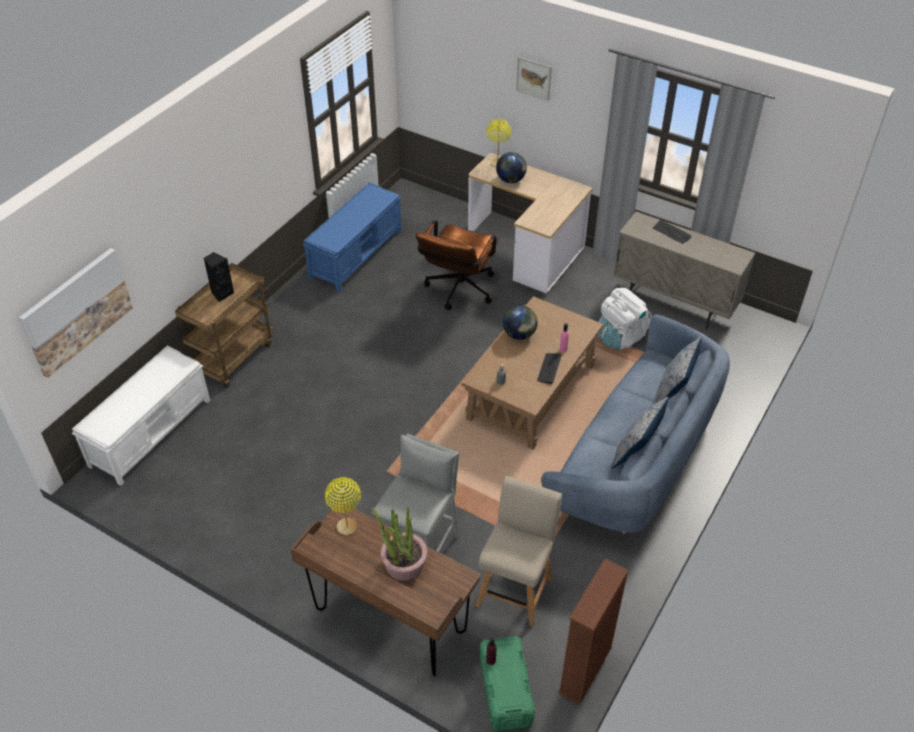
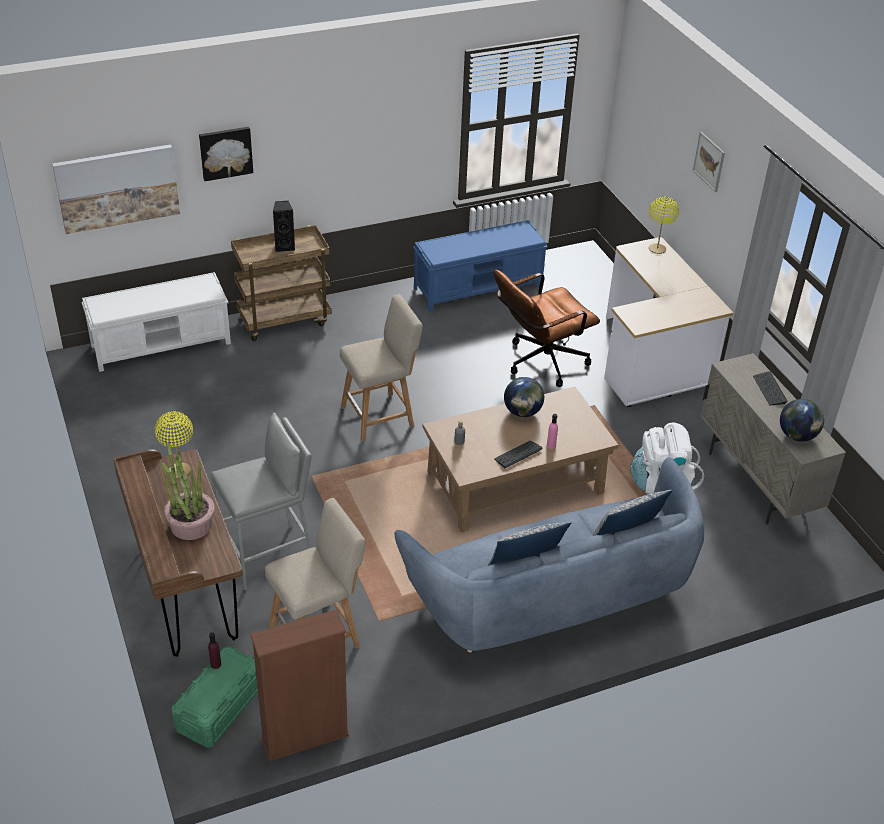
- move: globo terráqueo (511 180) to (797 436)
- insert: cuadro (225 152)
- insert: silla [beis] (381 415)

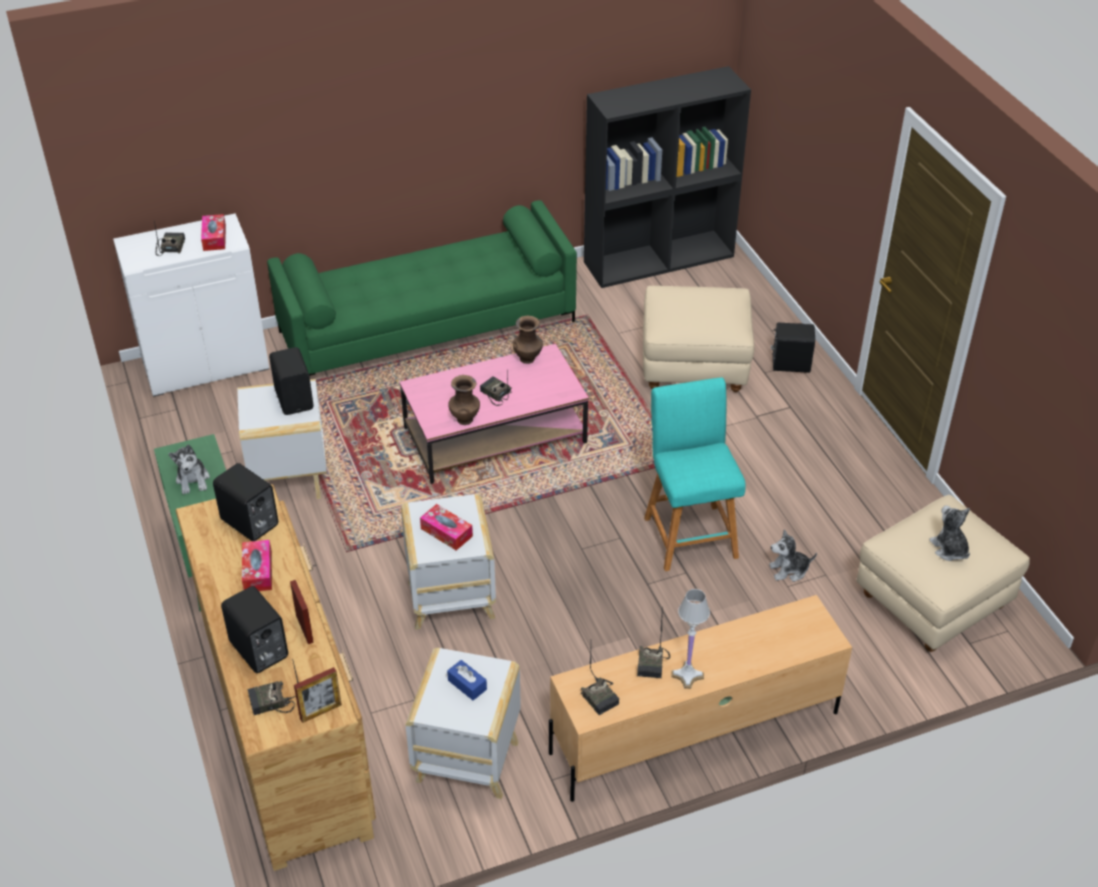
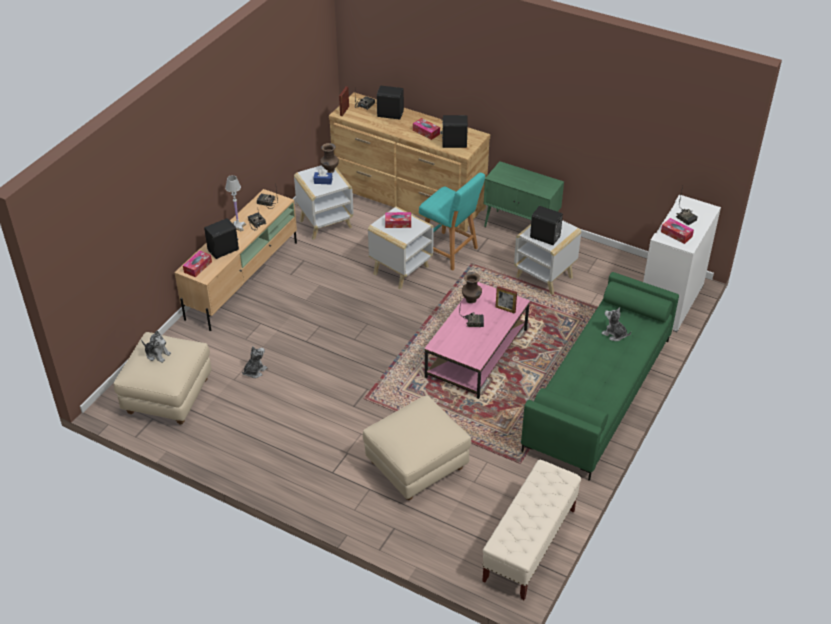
- replace: estantería [negro] (659 258) to banco [beis] (529 545)
- move: florero [marrón] (528 358) to (330 170)
- move: altavoz [negro] (790 364) to (224 250)
- move: taburete [turquesa] (689 534) to (450 252)
- move: peluche (193 480) to (614 334)
- move: portarretratos (304 629) to (505 309)
- insert: caja de pañuelos (198 267)

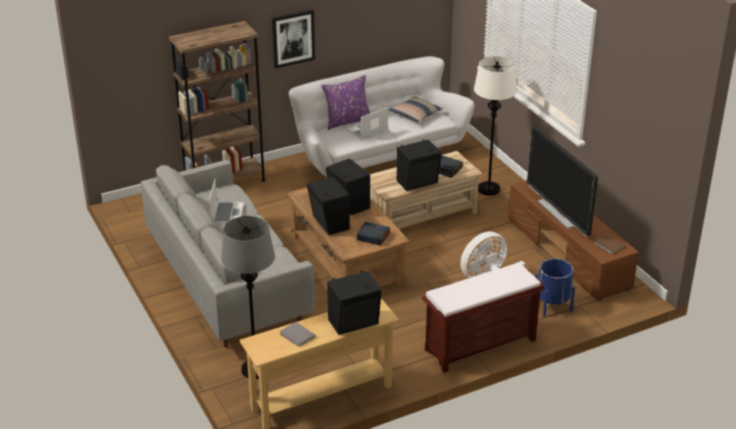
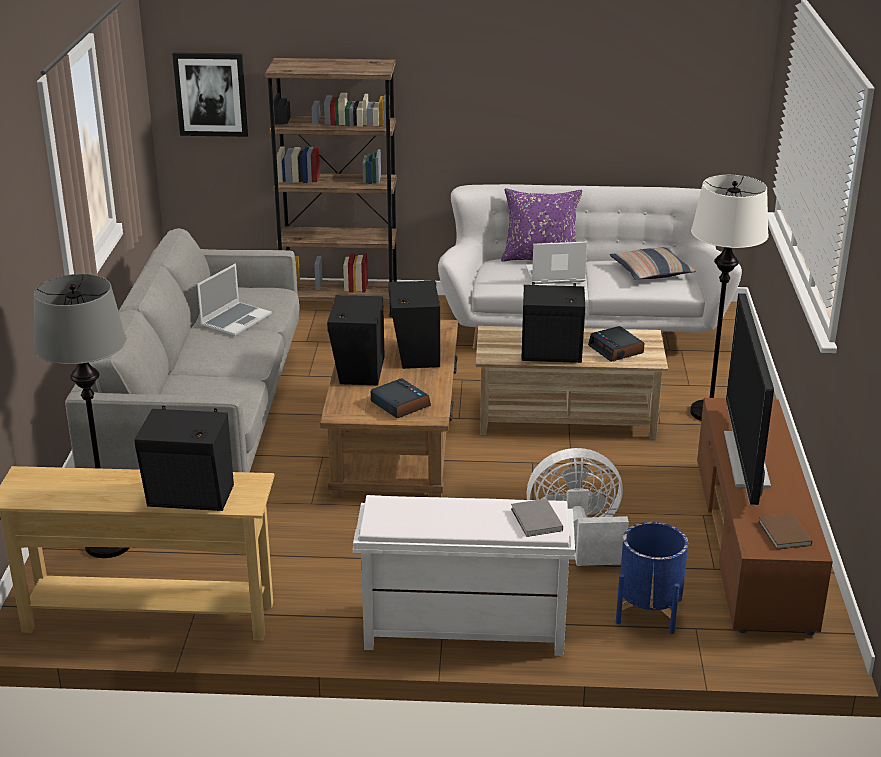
- move: cuadro (293 38) to (211 94)
- recolor: banco [marrón] (479 346) to banco [blanco] (462 630)
- move: libro [gris] (297 336) to (536 521)

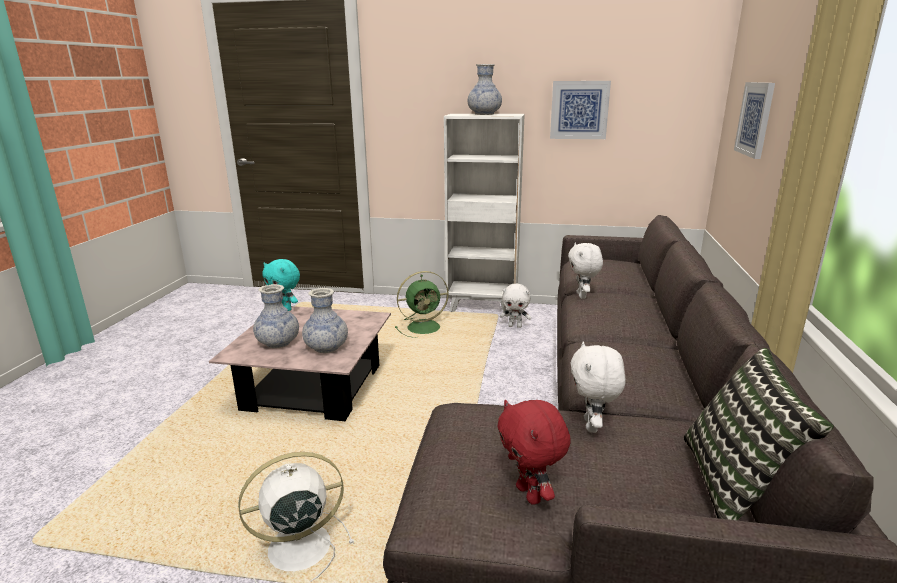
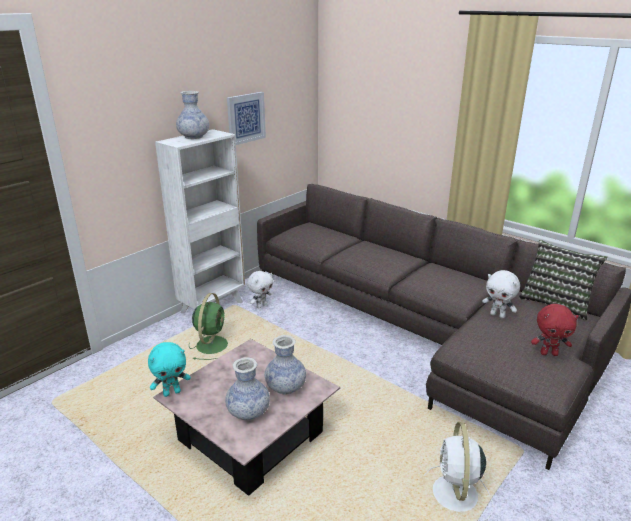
- delete: cuadro (755 119)
- delete: peluche [blanco] (582 296)

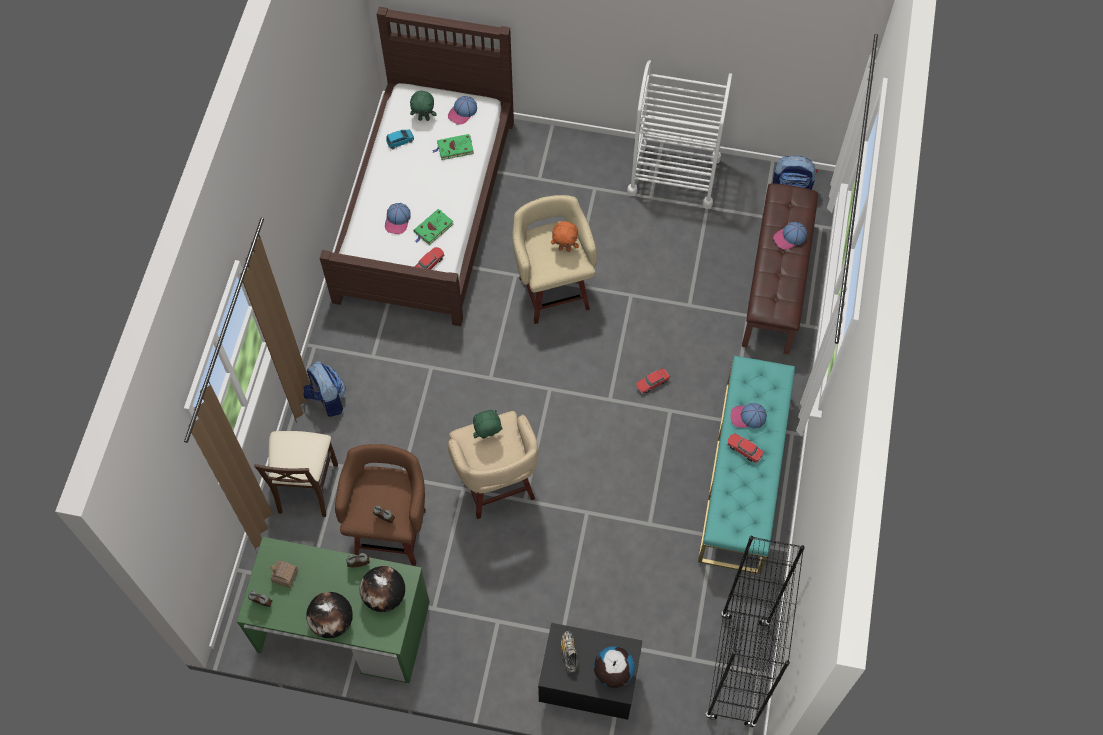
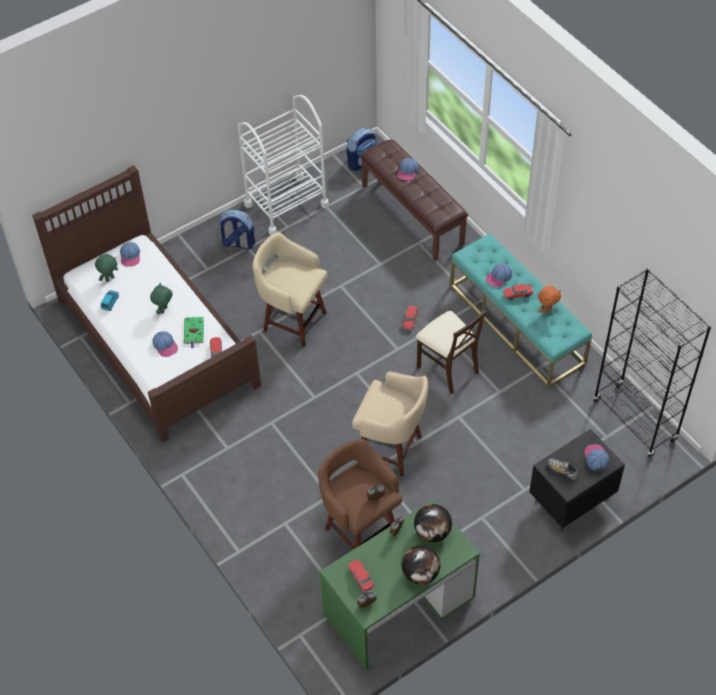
- delete: libro [verde] (454 148)
- move: peluche [naranja] (565 248) to (547 310)
- move: mochila (327 399) to (238 243)
- move: peluche [verde] (488 436) to (164 310)
- move: silla [beis] (306 486) to (447 368)
- replace: casita (285 576) to coche de juguete (361 578)
- replace: globo terráqueo (613 672) to gorra (596 458)

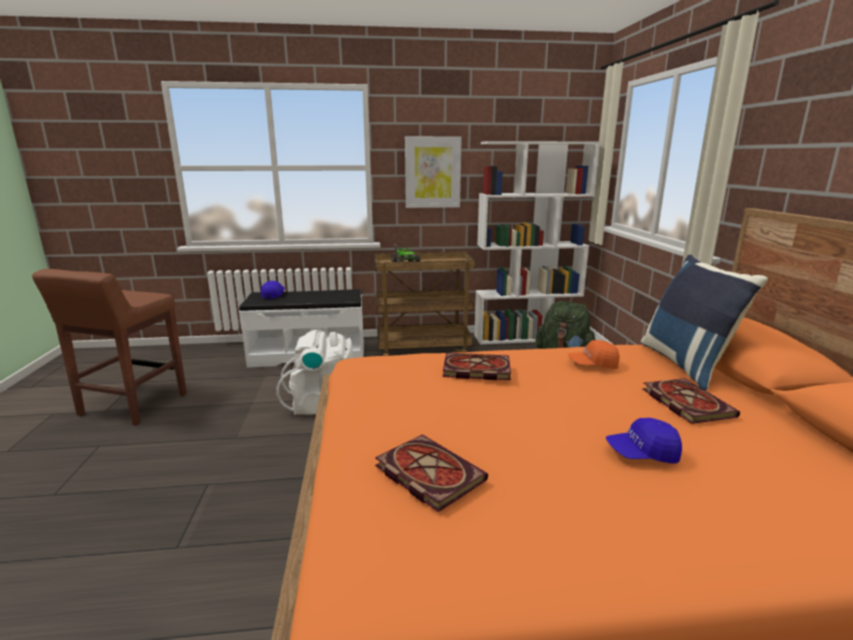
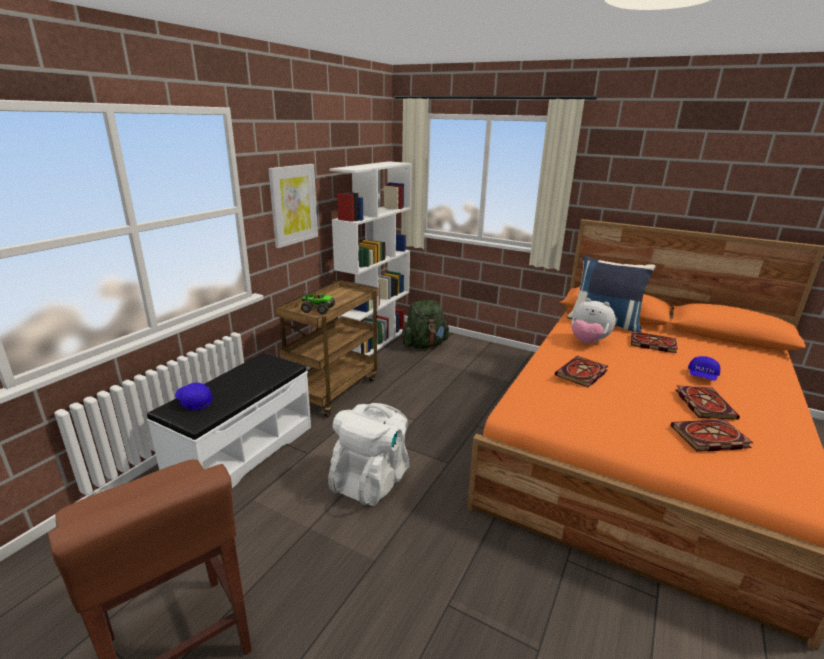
- replace: gorra [naranja] (592 365) to peluche (588 342)
- insert: libro (702 403)

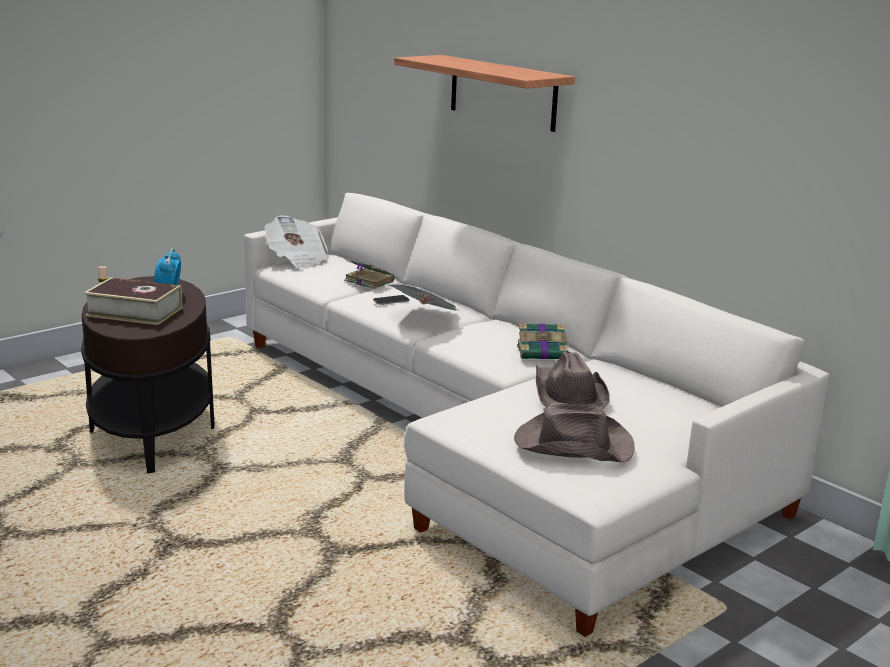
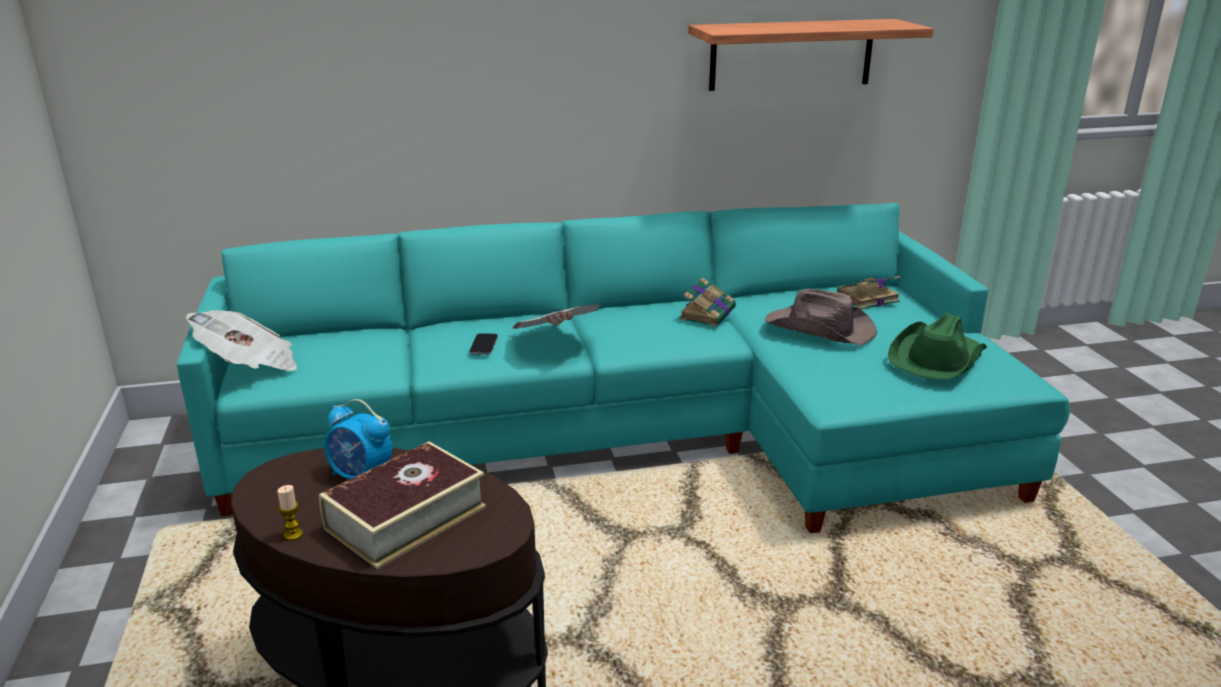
- move: estante (502 92) to (791 54)
- recolor: sofá [blanco] (492 439) to sofá [turquesa] (643 432)
- move: libro (368 281) to (866 299)
- recolor: sombrero [marrón] (572 444) to sombrero [verde] (936 357)

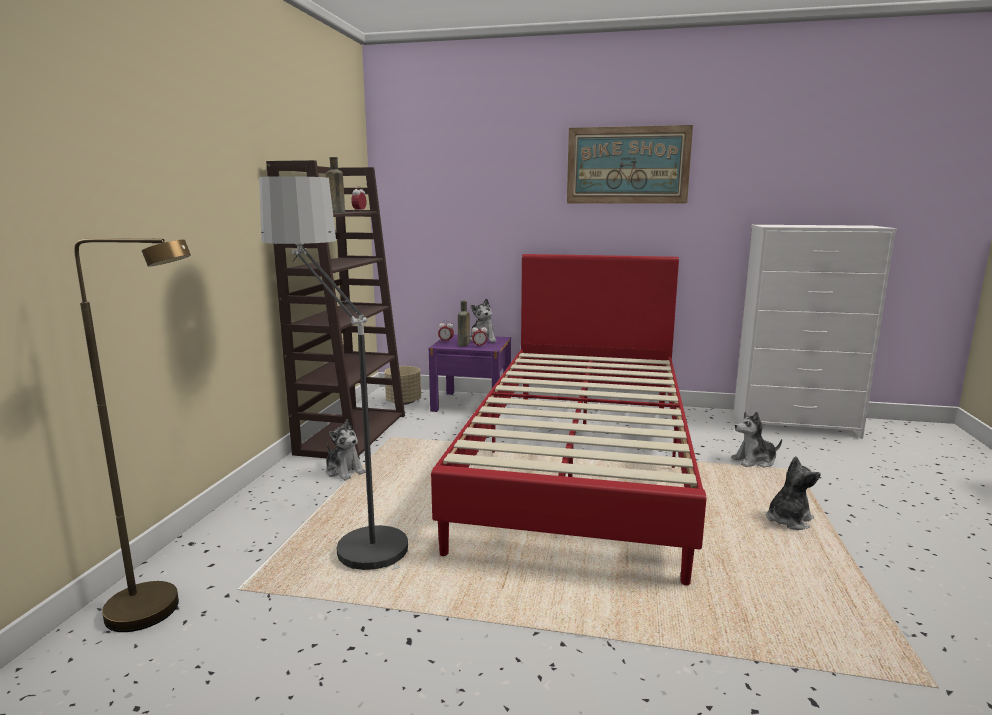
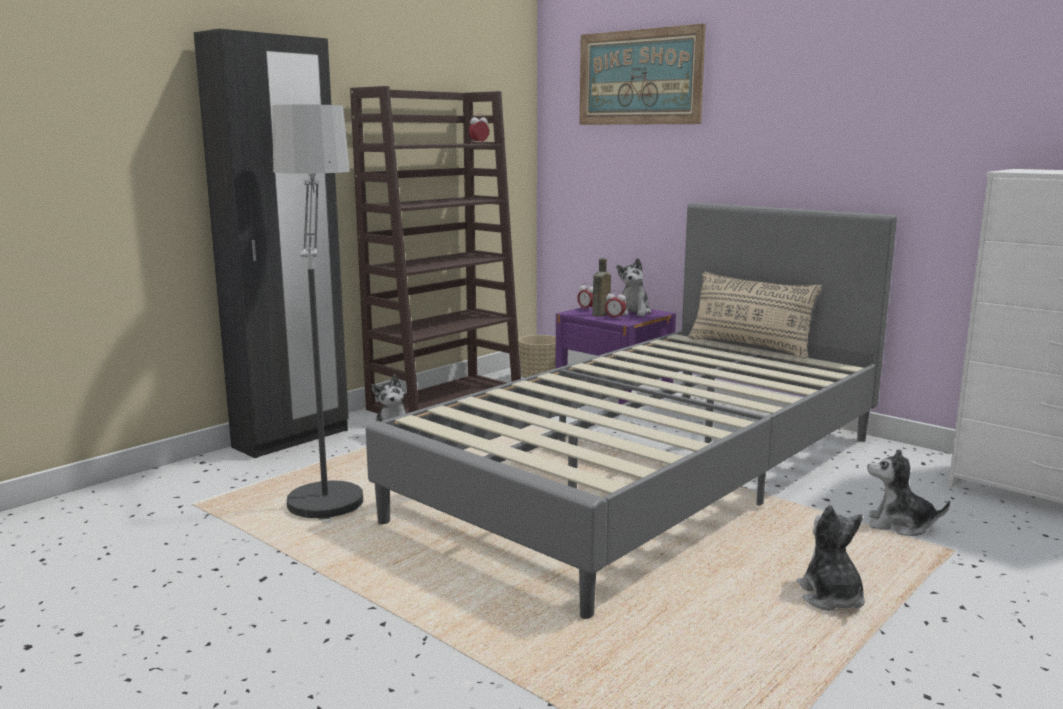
- move: cuadro (627 165) to (639 77)
- delete: botella [marrón] (335 212)
- delete: lámpara de pie [marrón] (161 611)
- recolor: cama [rojo] (581 462) to cama [gris] (653 476)
- rotate: peluche (788 520) = (830 597) 90 degrees counterclockwise
- insert: armario ropero [negro] (292 439)
- insert: cojín [beis] (749 346)

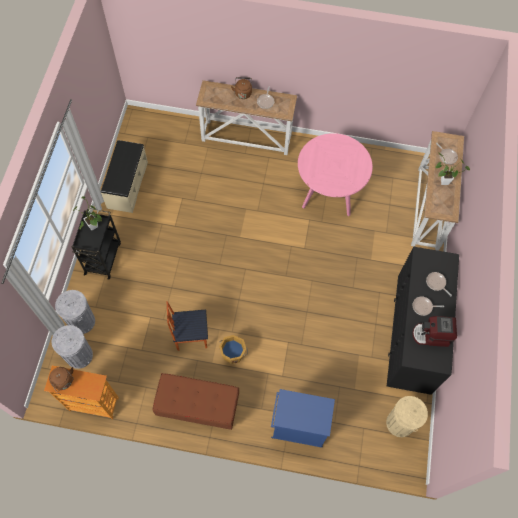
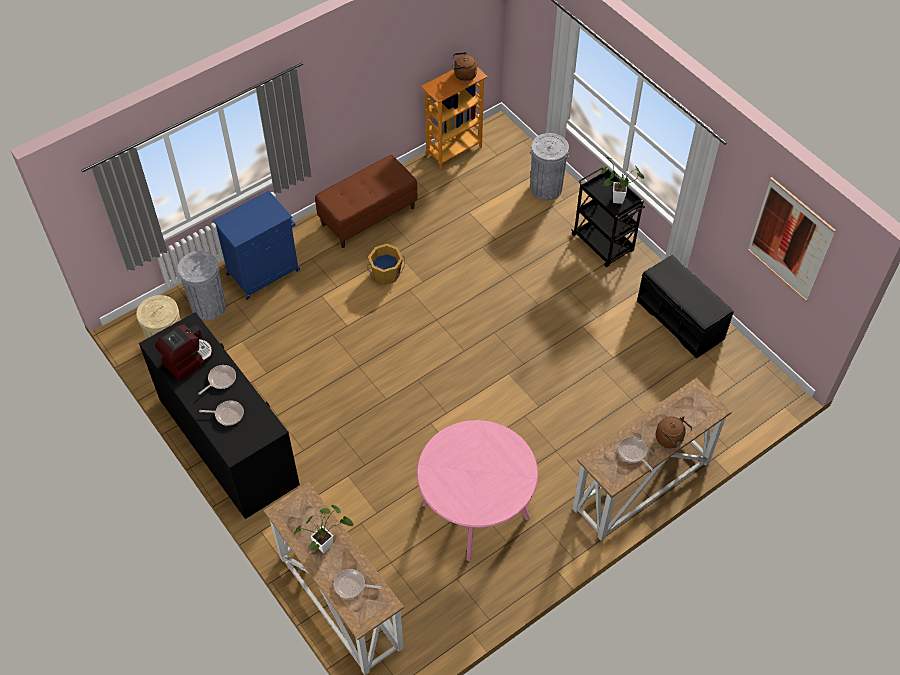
- recolor: banco [beis] (127 185) to banco [negro] (680 319)
- delete: silla (191 336)
- move: papelera [gris] (79 355) to (208 306)
- insert: cuadro (790 240)

